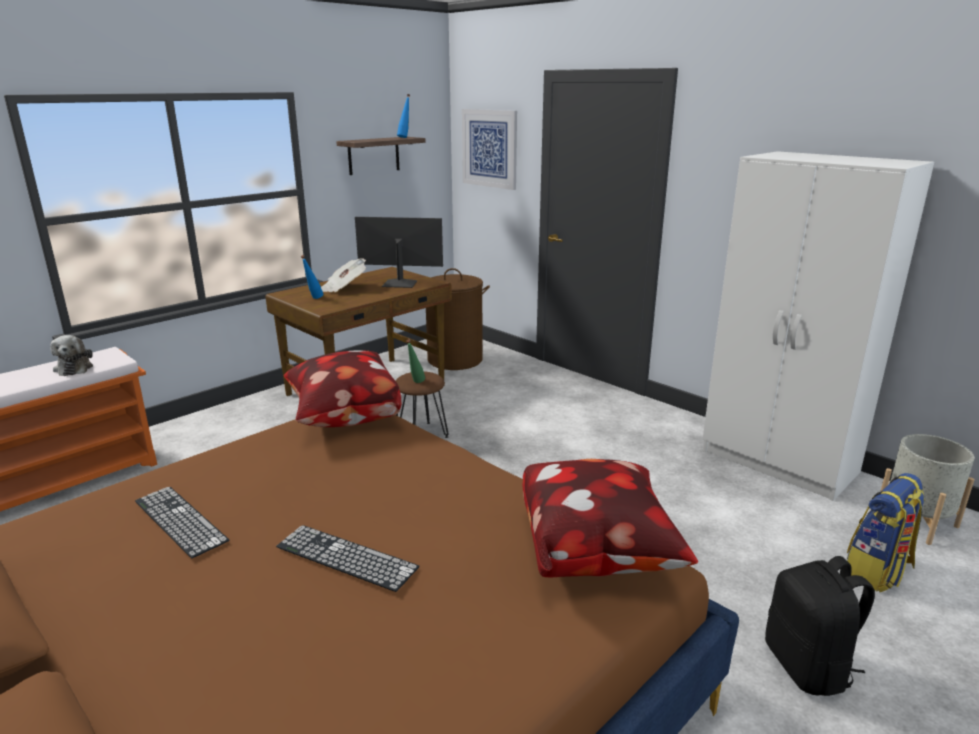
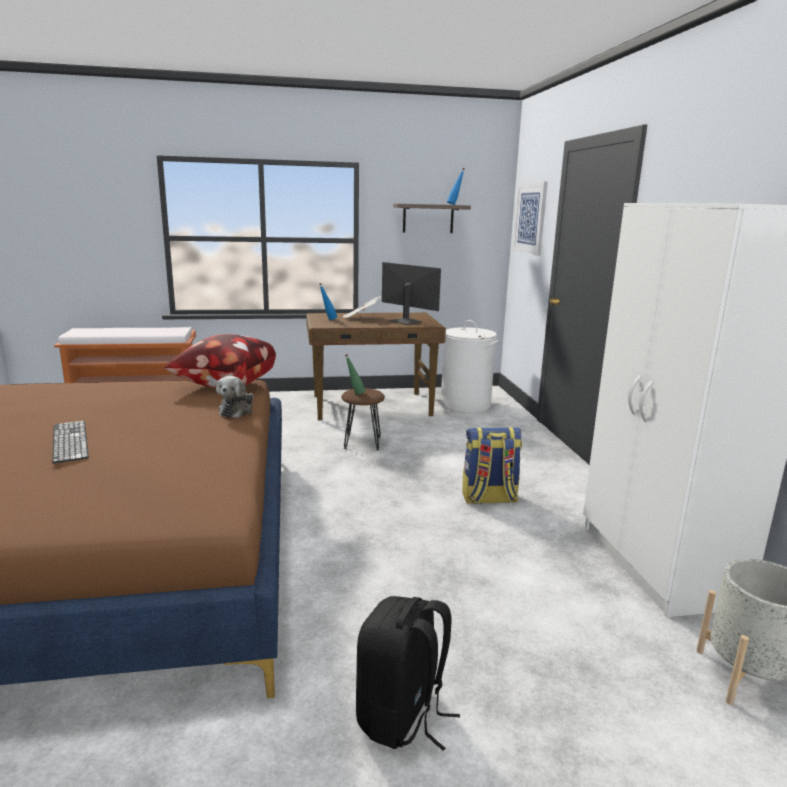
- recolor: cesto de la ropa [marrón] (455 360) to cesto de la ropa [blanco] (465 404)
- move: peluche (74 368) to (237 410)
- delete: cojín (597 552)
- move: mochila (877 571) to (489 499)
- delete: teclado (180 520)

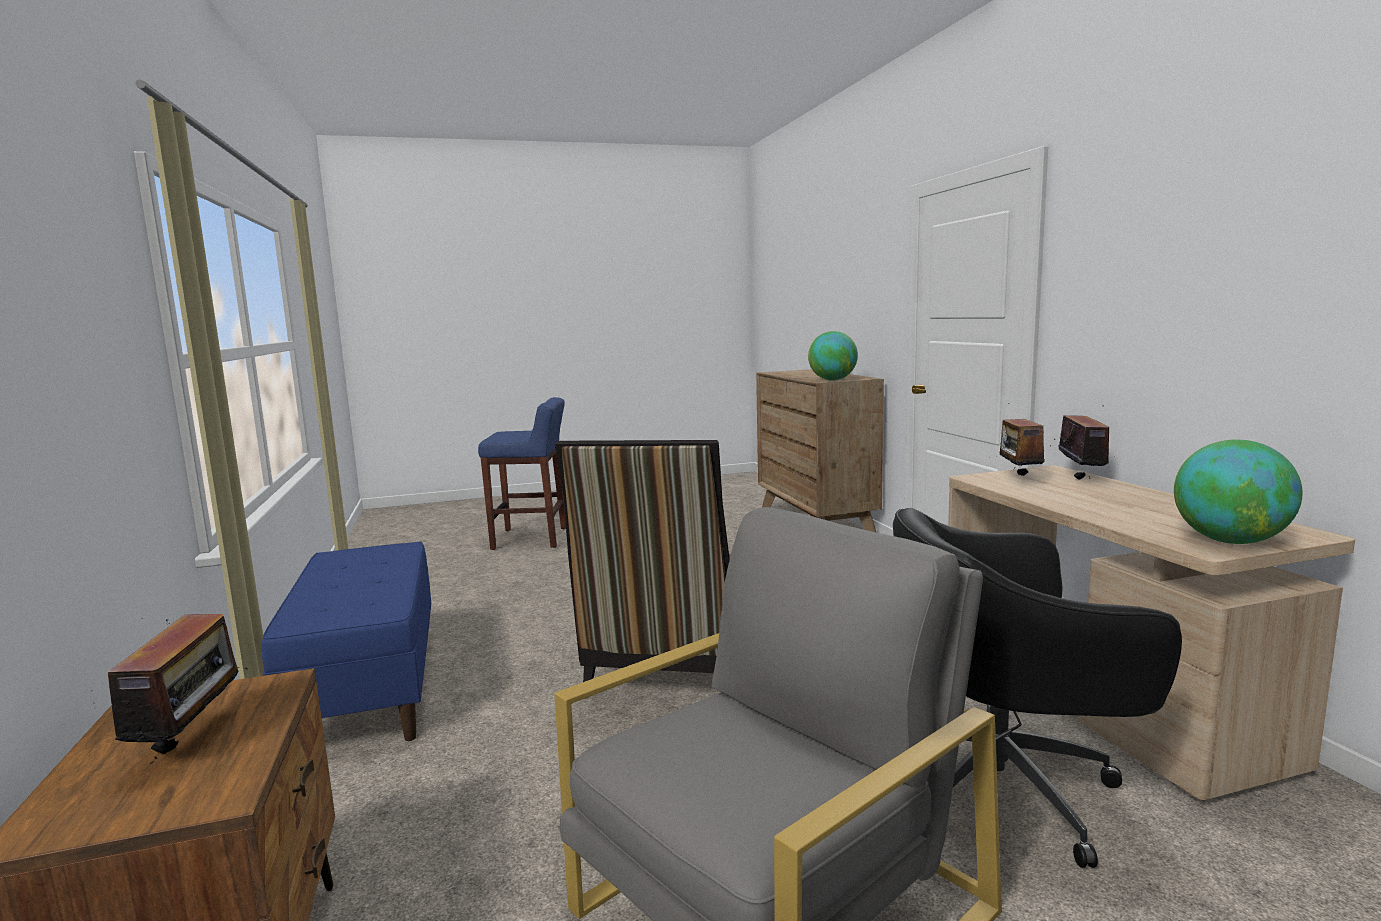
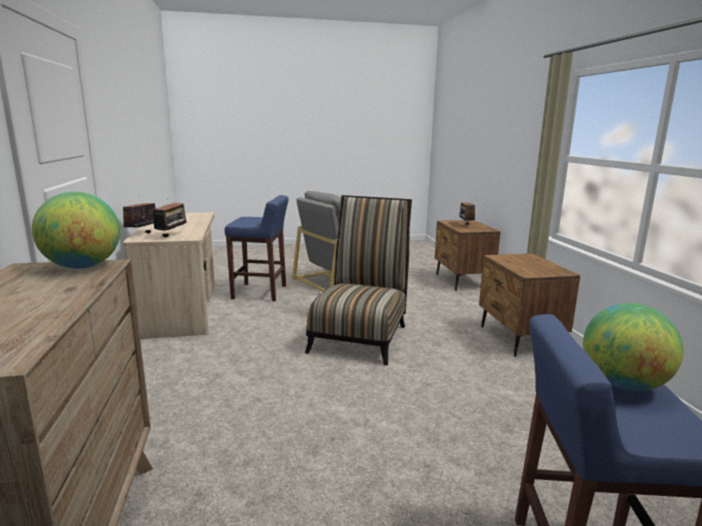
- move: globo terráqueo (1229 541) to (623 384)
- replace: silla de oficina [negro] (1005 787) to taburete [azul] (260 292)
- replace: banco [azul] (368 688) to mesita de noche [marrón] (519 339)

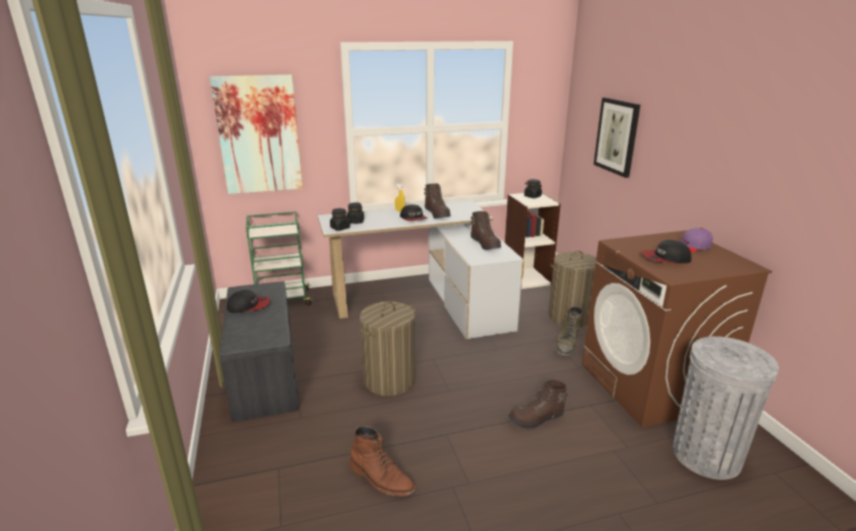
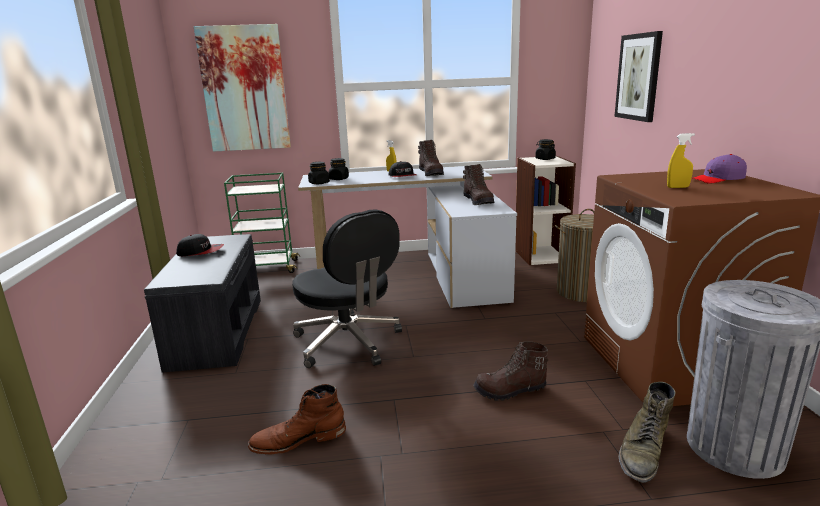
- replace: gorra (665 258) to pulverizador [amarillo] (678 187)
- replace: cesto de la ropa (389 380) to silla de oficina [negro] (348 343)
- move: bota [verde] (566 343) to (643 452)
- rotate: bota [marrón] (381 478) = (298 439) 120 degrees clockwise

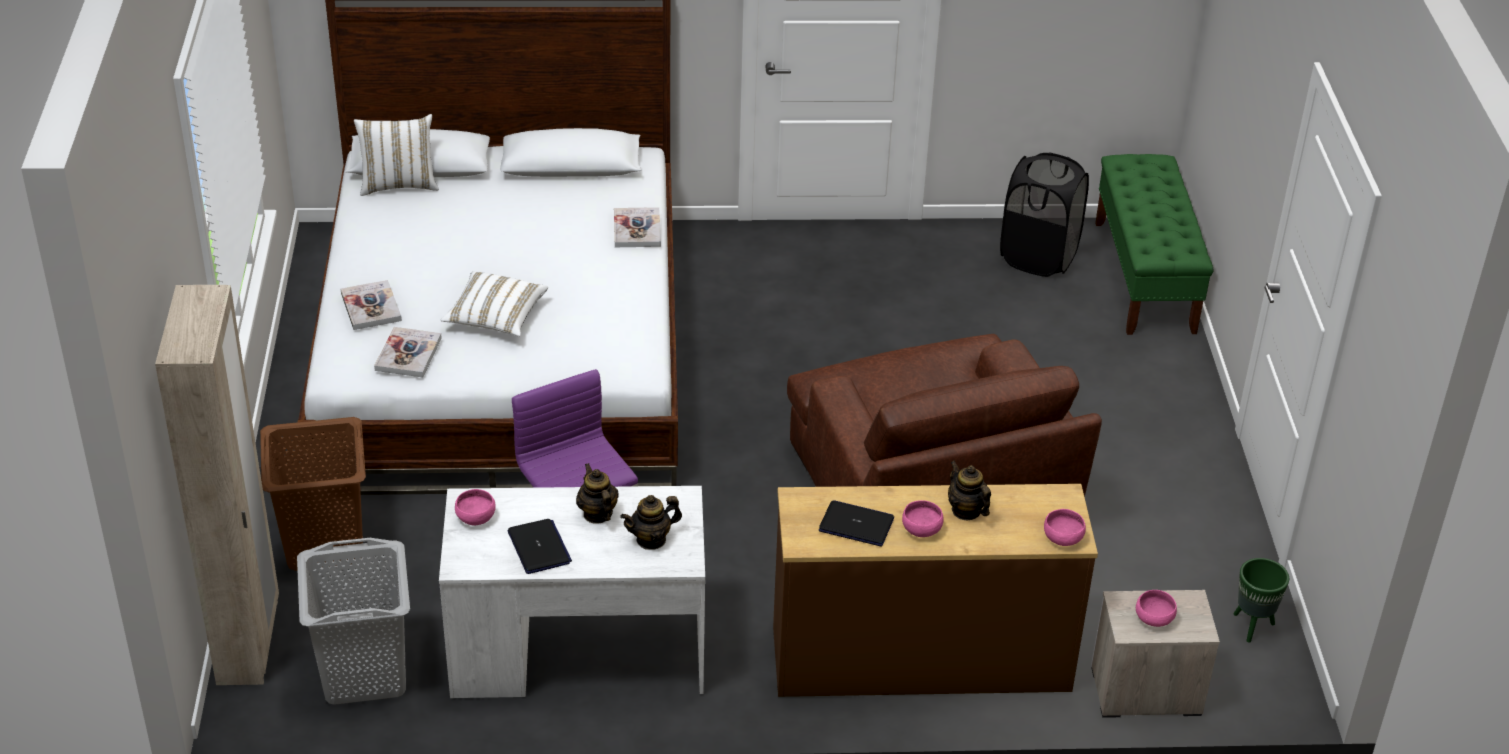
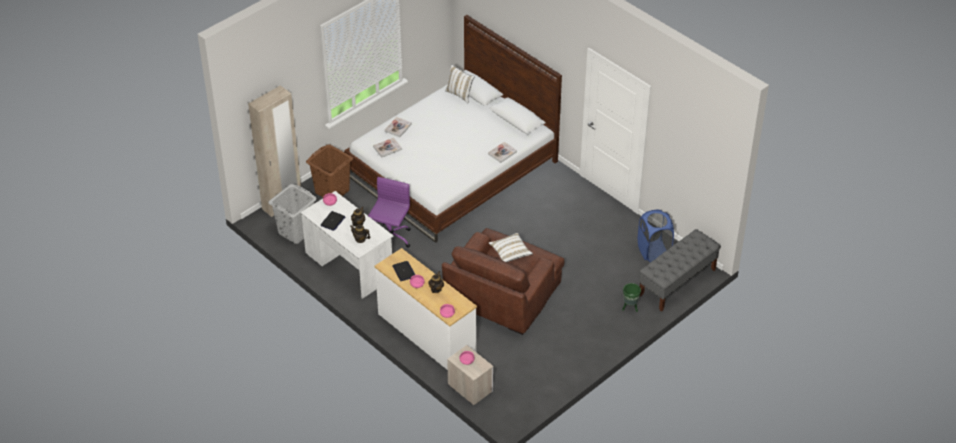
- recolor: cesto de la ropa [negro] (1038 257) to cesto de la ropa [azul] (654 252)
- recolor: banco [verde] (1144 277) to banco [gris] (677 283)
- move: cojín [blanco] (495 318) to (510 253)
- recolor: cómoda [marrón] (920 661) to cómoda [blanco] (426 334)
- move: maceta [verde] (1252 627) to (630 308)

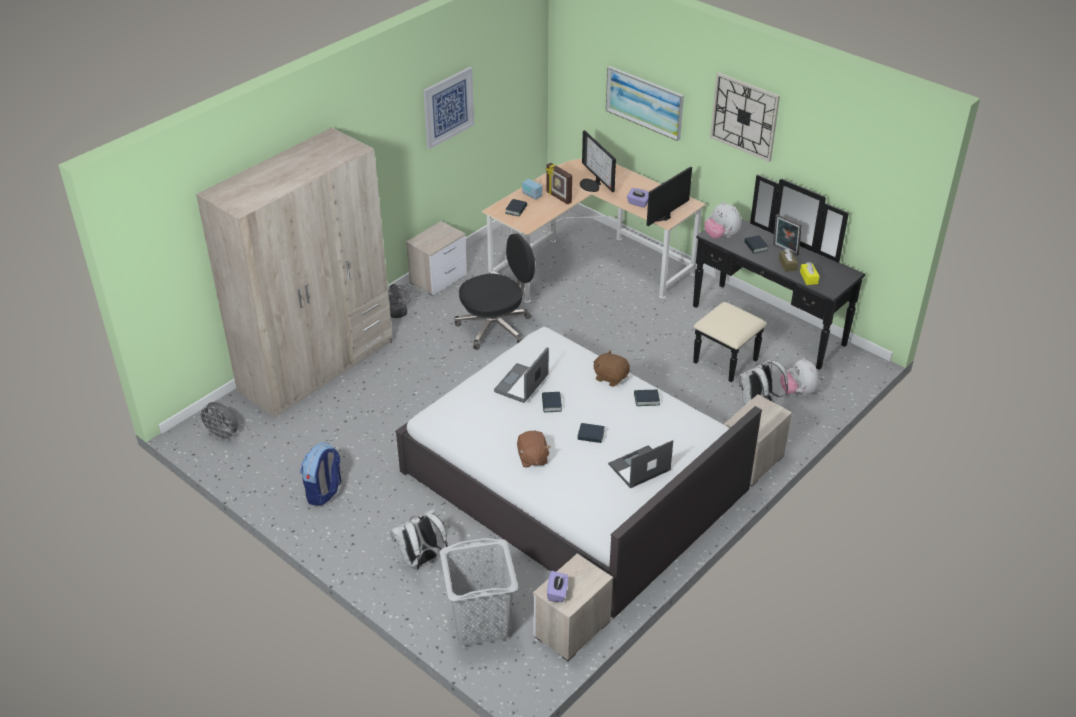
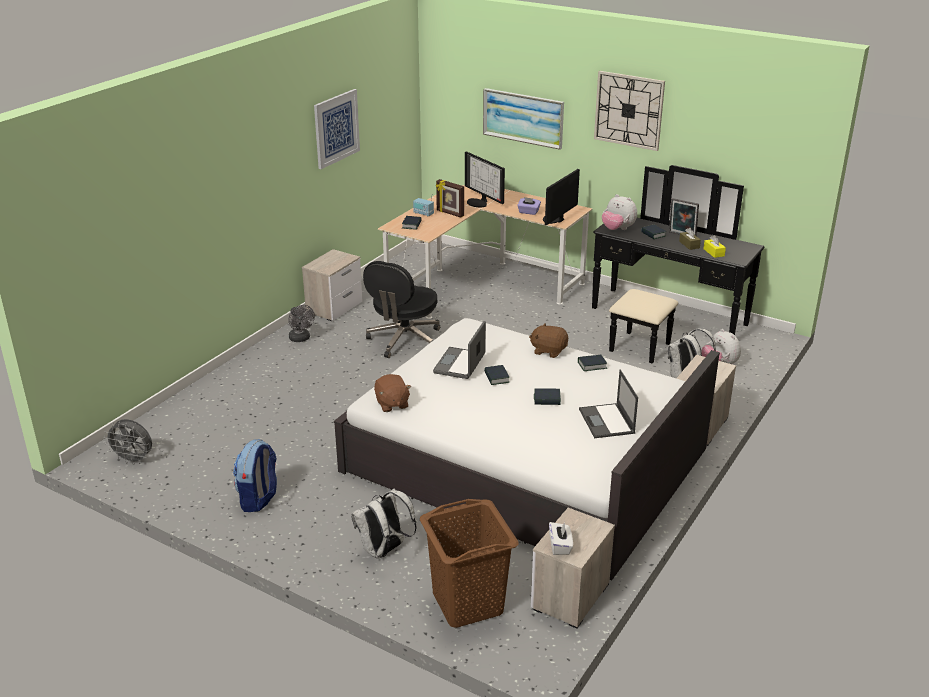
- delete: armario ropero [beis] (317 366)
- rotate: silla de oficina [negro] (496 327) = (404 340) 150 degrees clockwise
- move: peluche [marrón] (532 458) to (392 404)
- rotate: portátil (639 467) = (607 421) 60 degrees counterclockwise
- recolor: cesto de la ropa [gris] (480 623) to cesto de la ropa [marrón] (467 604)
- recolor: caja de pañuelos [morado] (557 593) to caja de pañuelos [blanco] (560 546)

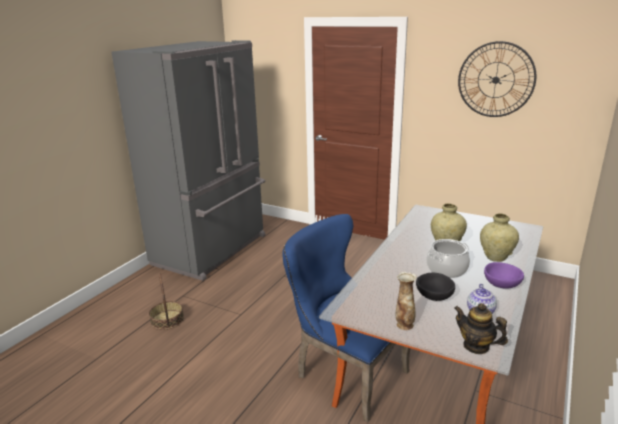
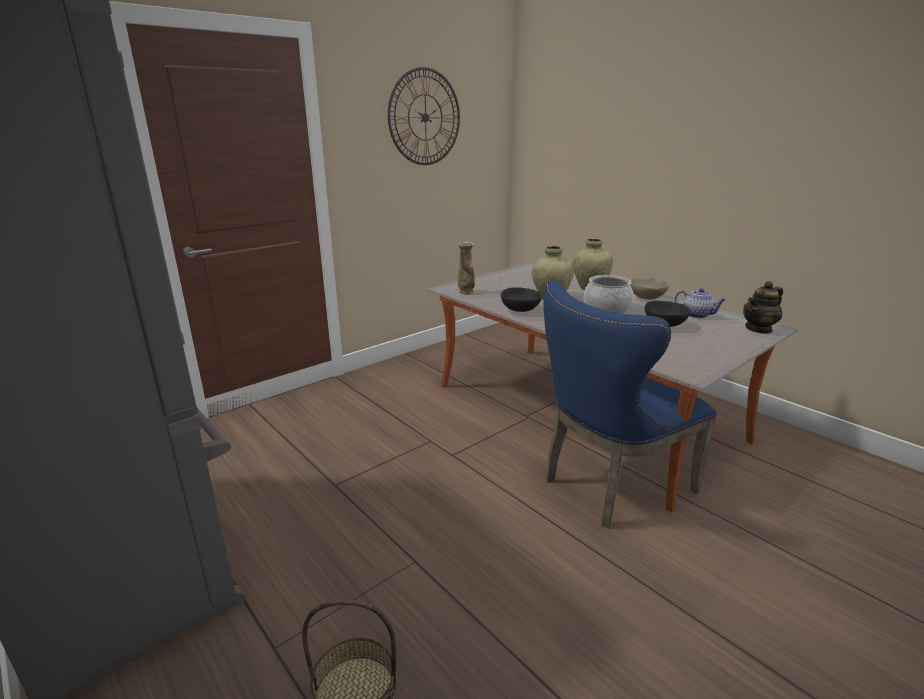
- recolor: cuenco [morado] (501 285) to cuenco [beis] (647 298)
- move: florero (404 325) to (466 292)
- insert: cuenco [negro] (520 310)

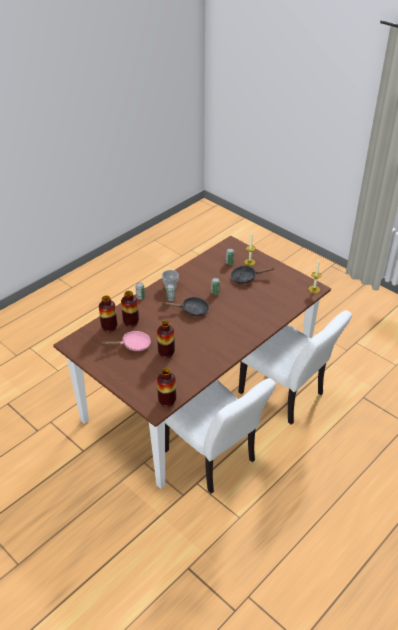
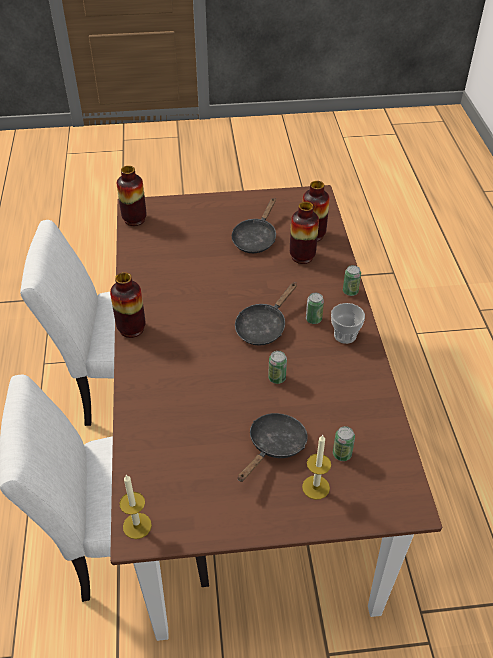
- move: florero (166 353) to (131 329)
- recolor: sartén [rosa] (133 345) to sartén [negro] (255 238)

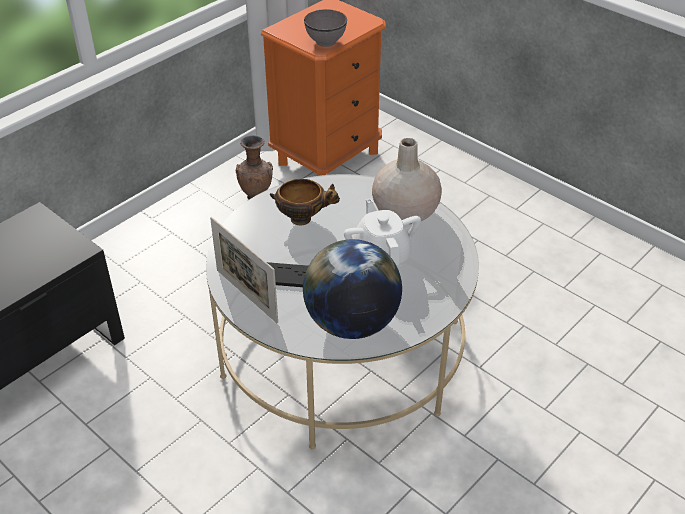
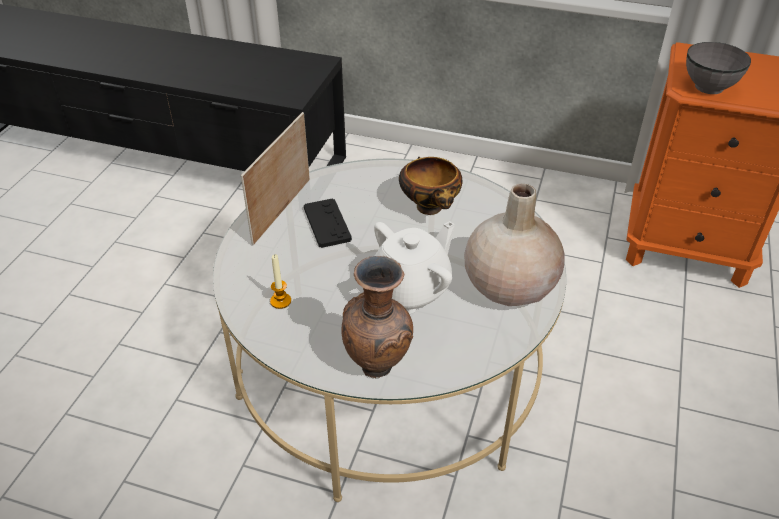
- move: florero [marrón] (256 196) to (379 367)
- replace: globo terráqueo (351 323) to vela (280 301)

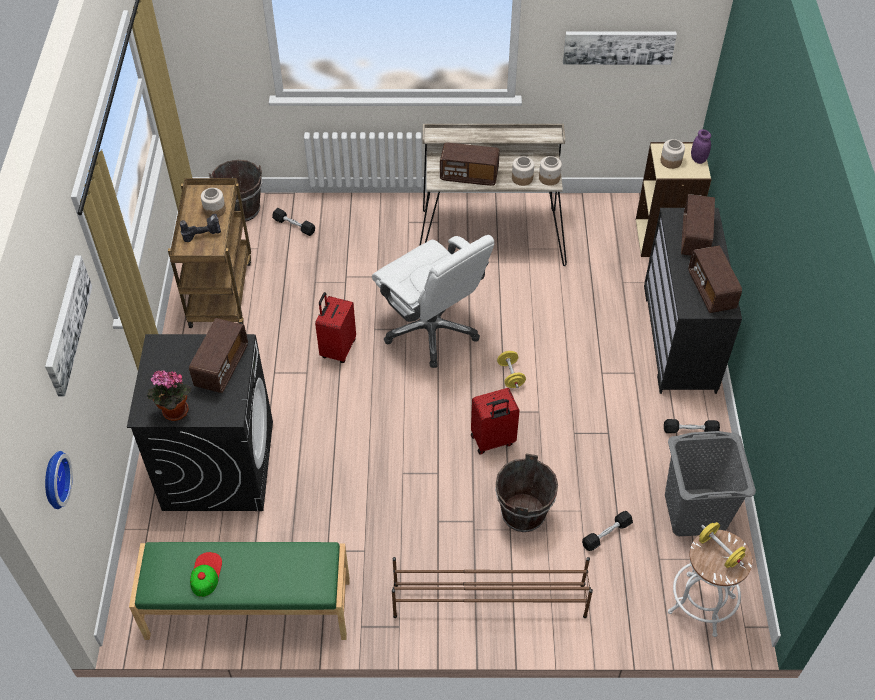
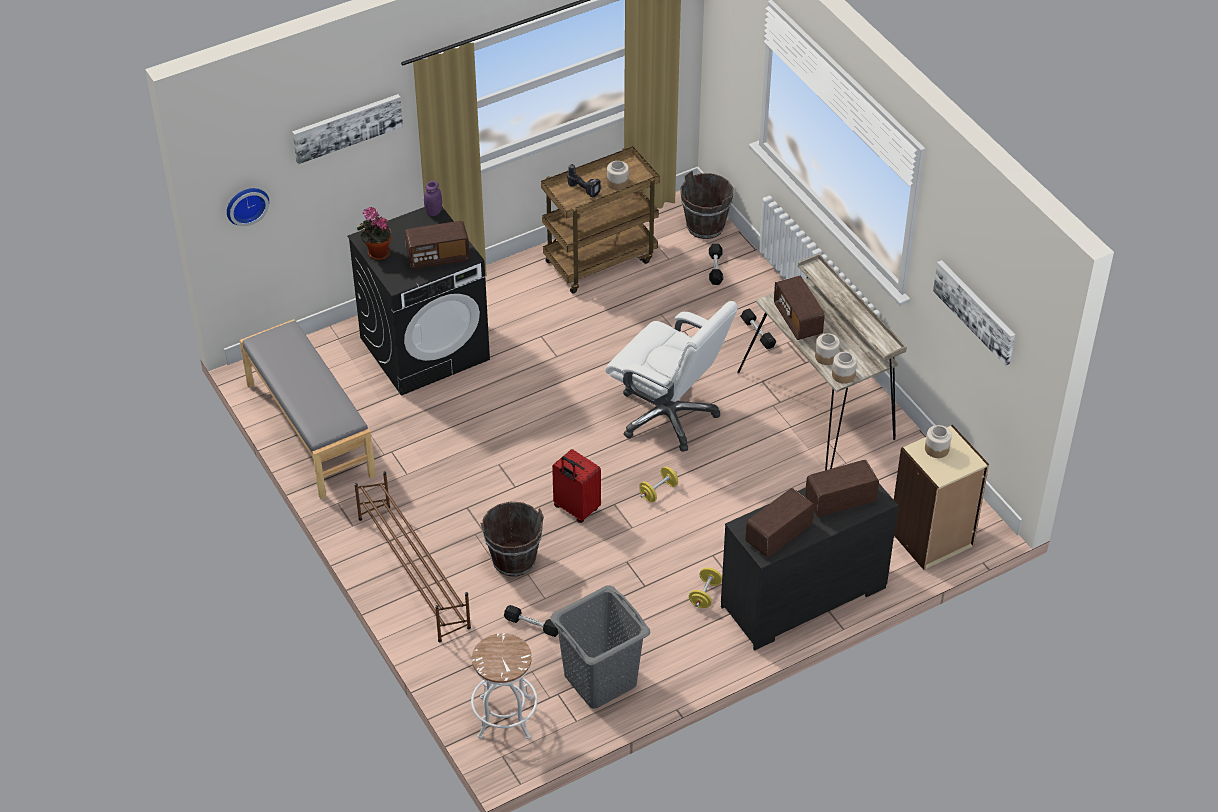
- move: tarro [morado] (698 159) to (433 212)
- rotate: silla de oficina [blanco] (432 330) = (668 415) 75 degrees counterclockwise
- delete: maleta [rojo] (337 349)
- move: mancuerna [negro] (690 430) to (757 333)
- move: mancuerna [amarillo] (719 551) to (705 595)
- recolor: banco [verde] (248 609) to banco [gris] (309 430)
- delete: gorra (205 574)

